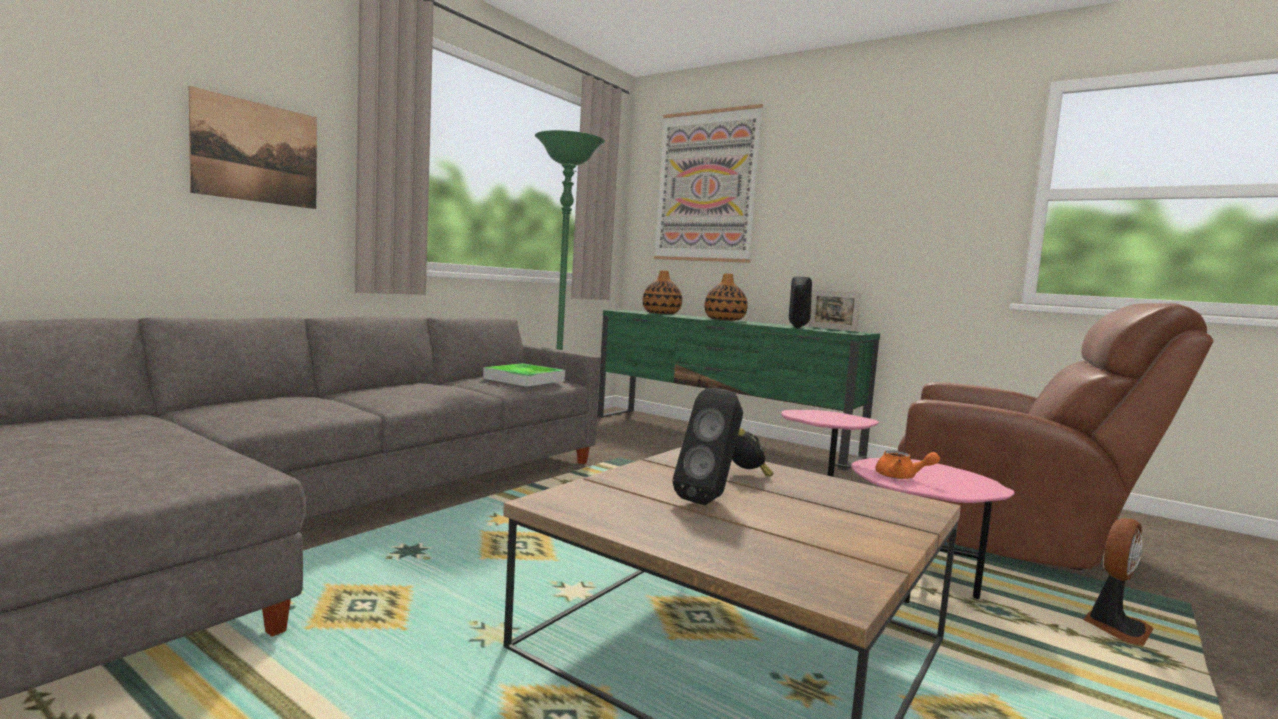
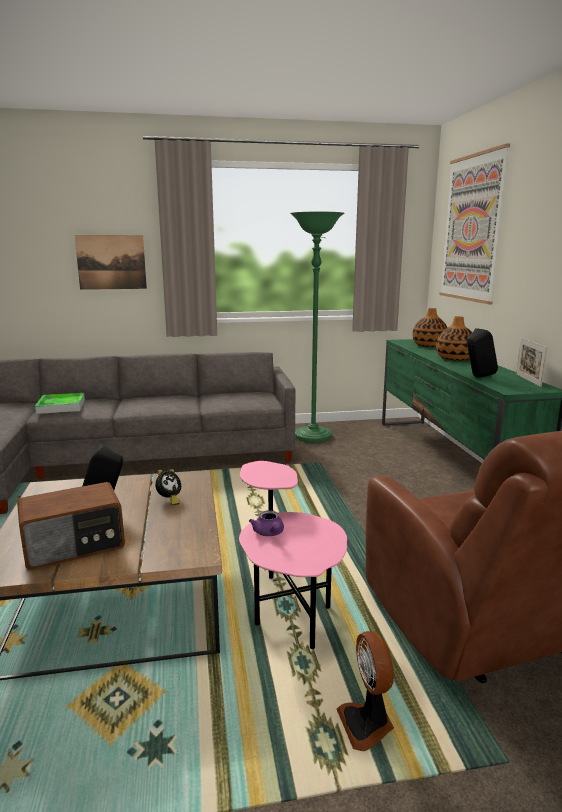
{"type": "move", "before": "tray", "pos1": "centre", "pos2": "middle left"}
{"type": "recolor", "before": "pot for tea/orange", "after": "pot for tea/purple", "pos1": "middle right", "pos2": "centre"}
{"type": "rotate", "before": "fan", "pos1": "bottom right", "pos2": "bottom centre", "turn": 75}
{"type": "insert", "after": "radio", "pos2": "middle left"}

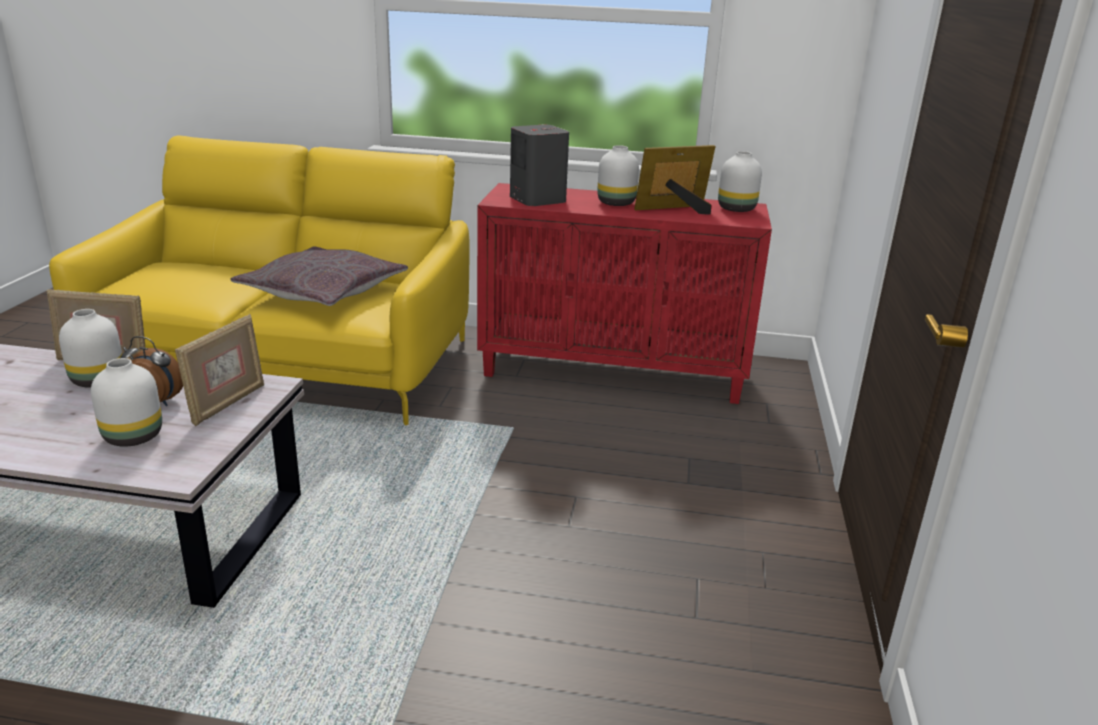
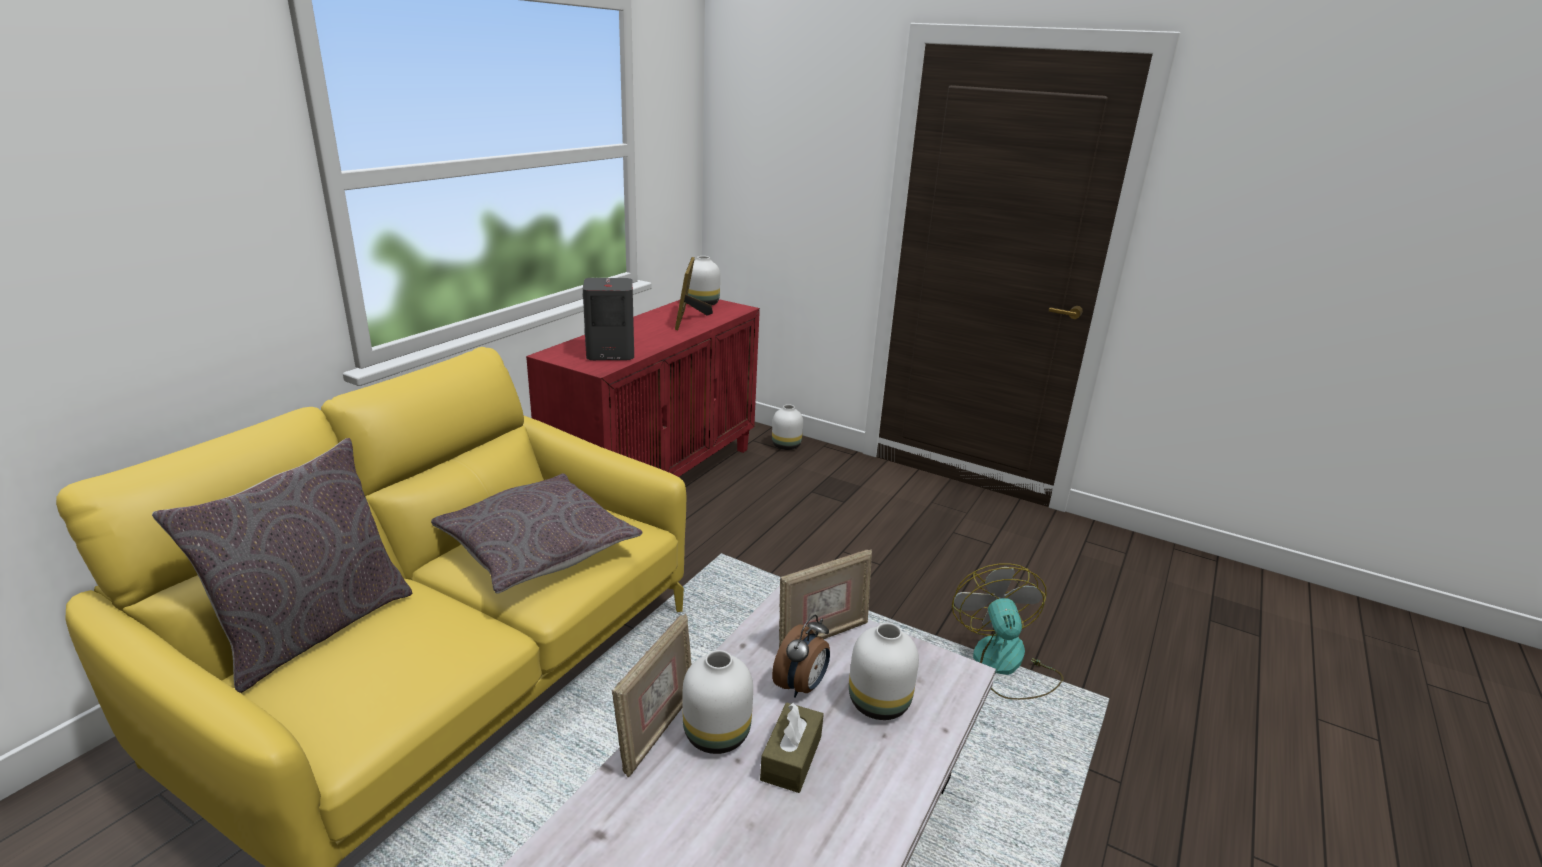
{"type": "rotate", "before": "picture frame (2nd from left in the first image)", "pos1": "middle left", "pos2": "bottom centre", "turn": 105}
{"type": "move", "before": "flower vase/white-coloured (3rd from left)", "pos1": "top centre", "pos2": "centre"}
{"type": "insert", "after": "cushion/grey (1st from left)", "pos2": "middle left"}
{"type": "insert", "after": "tissue holder/brown", "pos2": "bottom centre"}
{"type": "insert", "after": "fan", "pos2": "bottom centre"}

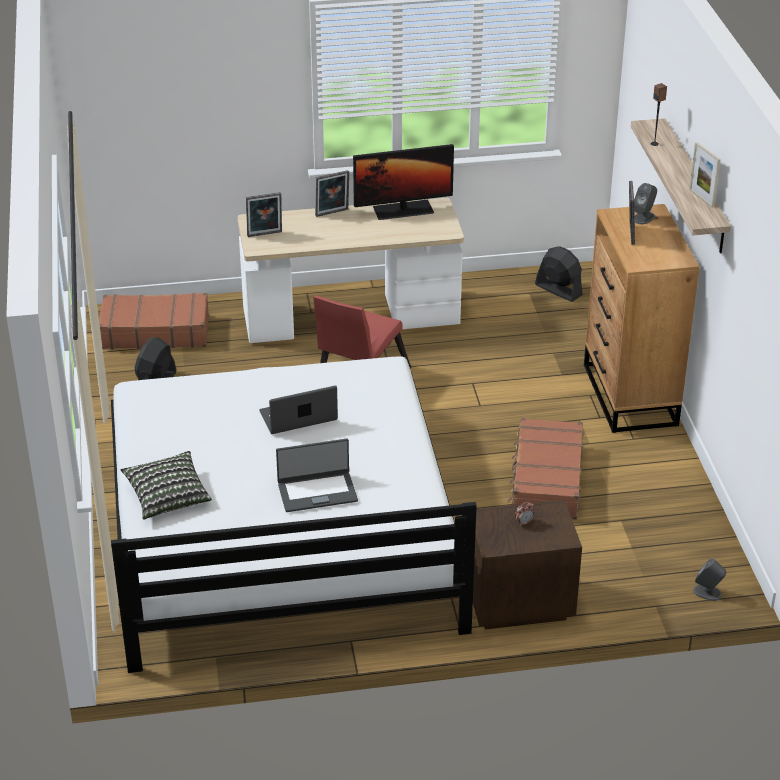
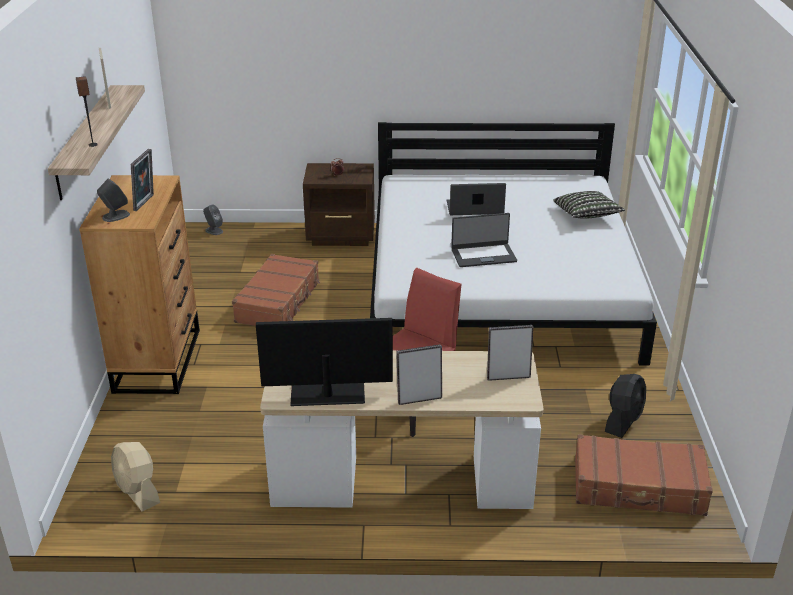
{"type": "recolor", "before": "fan/blackish (2nd from left)", "after": "fan/beige", "pos1": "middle right", "pos2": "bottom left"}

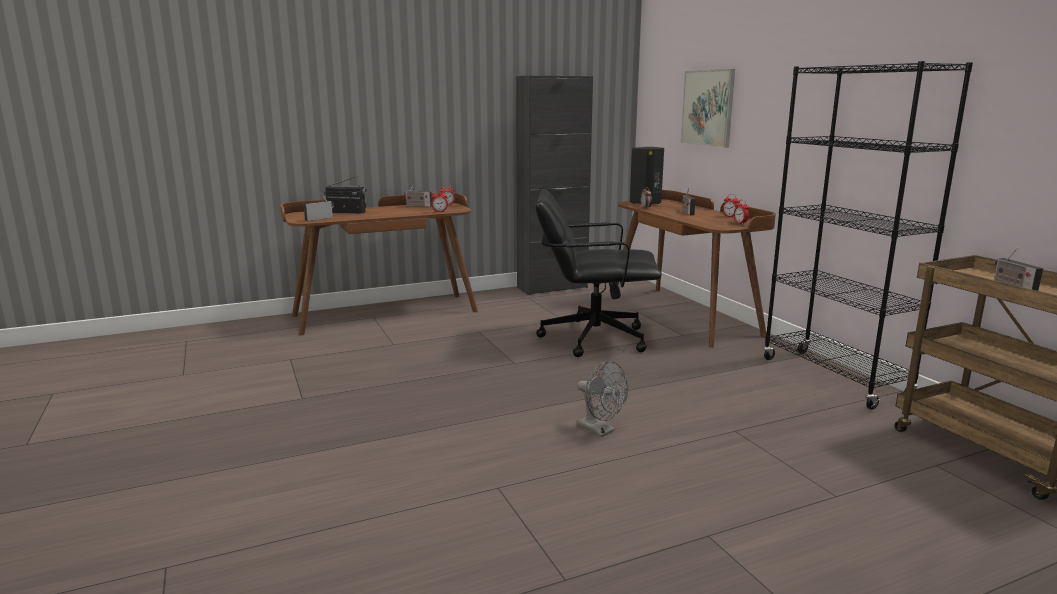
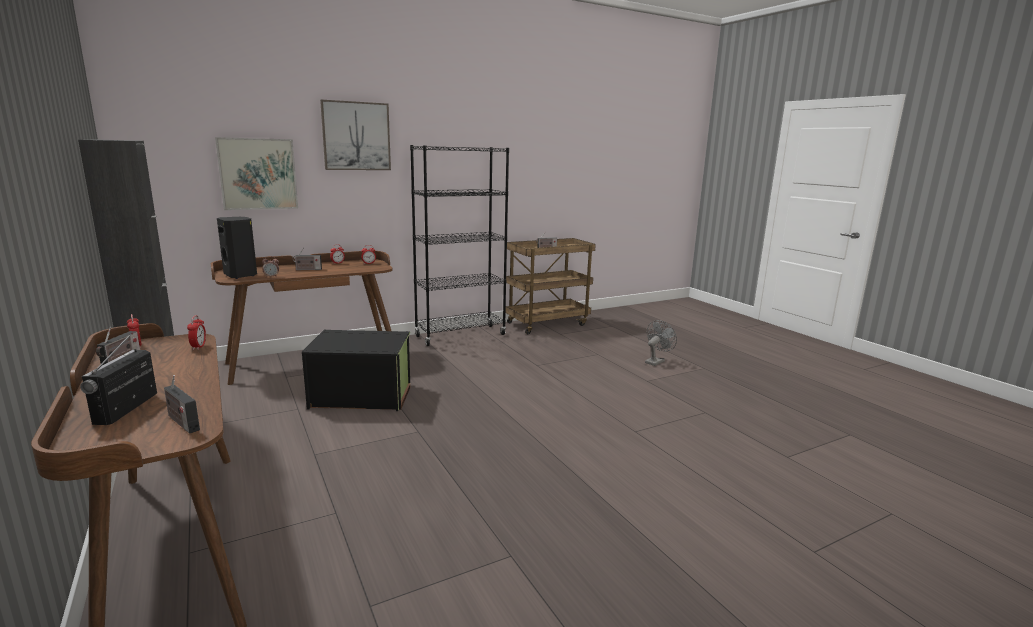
{"type": "replace", "before": "desk chair/blackish", "after": "storage box/blackish", "pos1": "centre", "pos2": "centre"}
{"type": "move", "before": "fan/grey", "pos1": "bottom centre", "pos2": "centre"}
{"type": "insert", "after": "picture (2nd from left)", "pos2": "top centre"}

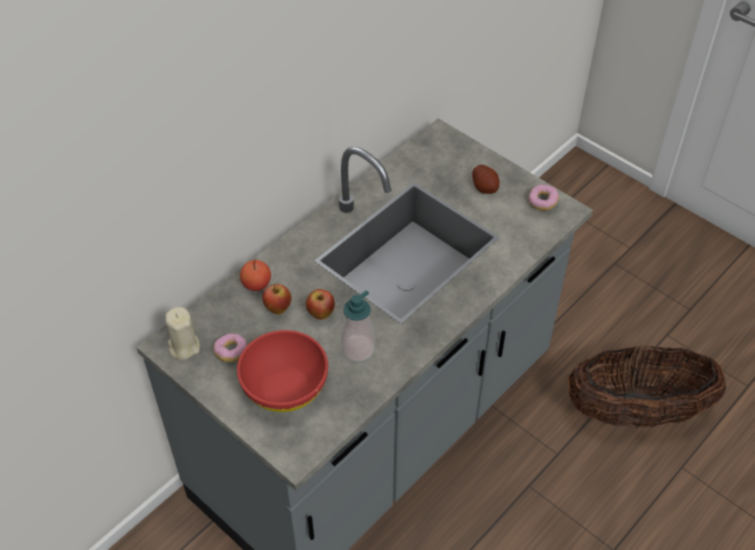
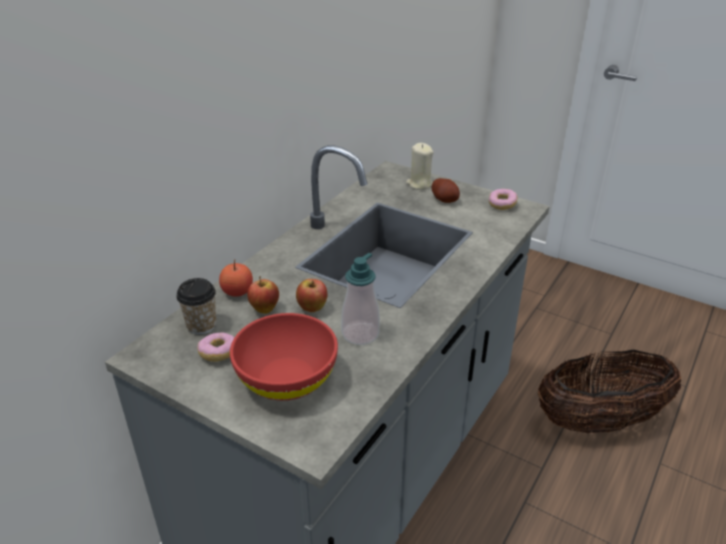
{"type": "move", "before": "wax candle/beige", "pos1": "middle left", "pos2": "top centre"}
{"type": "insert", "after": "drinking cup", "pos2": "middle left"}

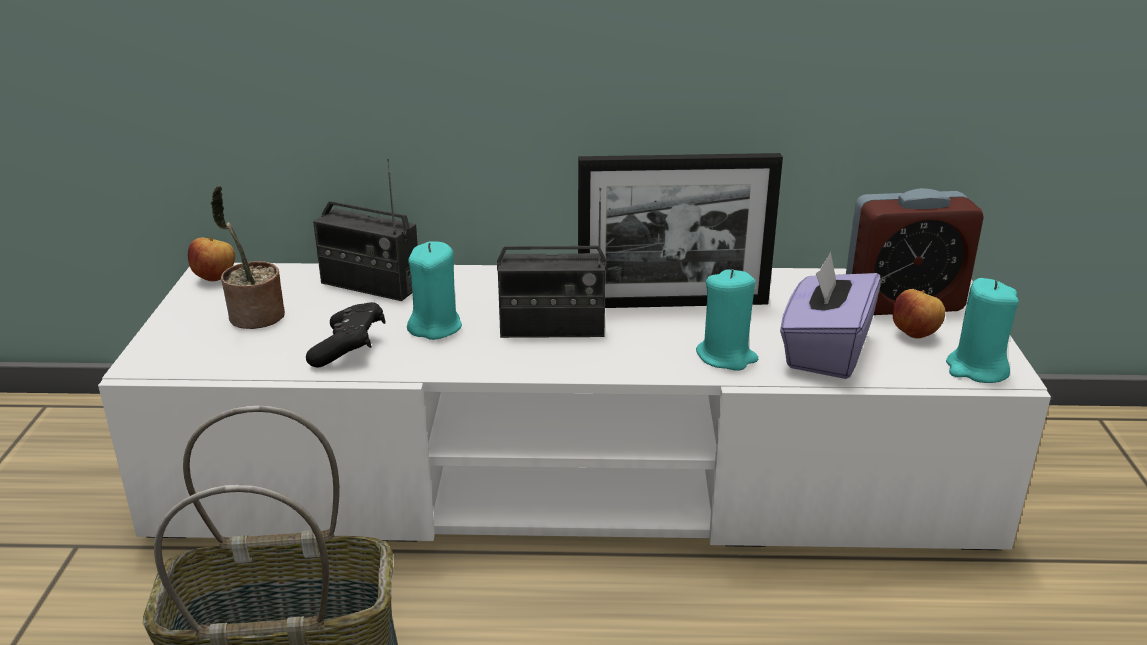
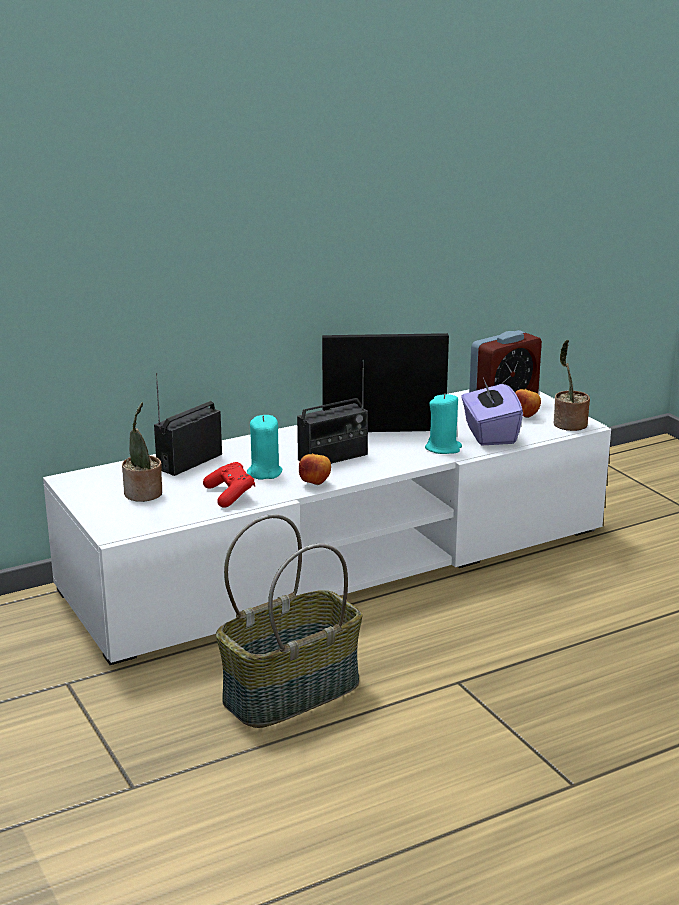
{"type": "move", "before": "apple (1st from left)", "pos1": "middle left", "pos2": "centre"}
{"type": "recolor", "before": "gamepad/blackish", "after": "gamepad/red-coloured", "pos1": "middle left", "pos2": "centre"}
{"type": "rotate", "before": "radio (1st from left)", "pos1": "middle left", "pos2": "middle left", "turn": 135}
{"type": "rotate", "before": "picture frame", "pos1": "centre", "pos2": "centre", "turn": -150}
{"type": "replace", "before": "wax candle/blue-green (3rd from left)", "after": "potted plant (2nd from left)", "pos1": "middle right", "pos2": "middle right"}

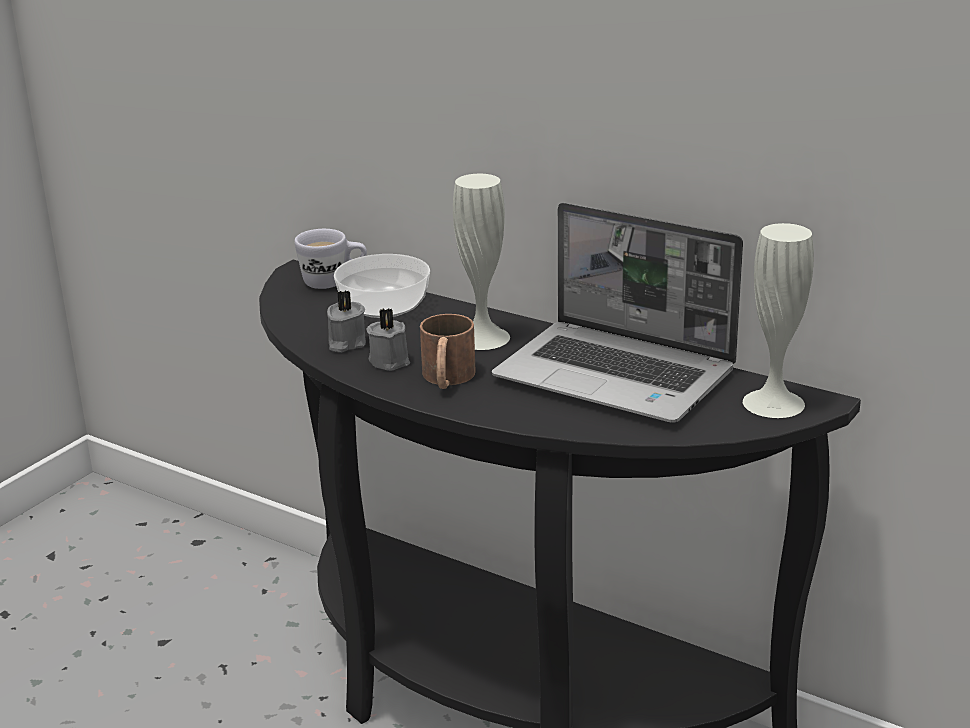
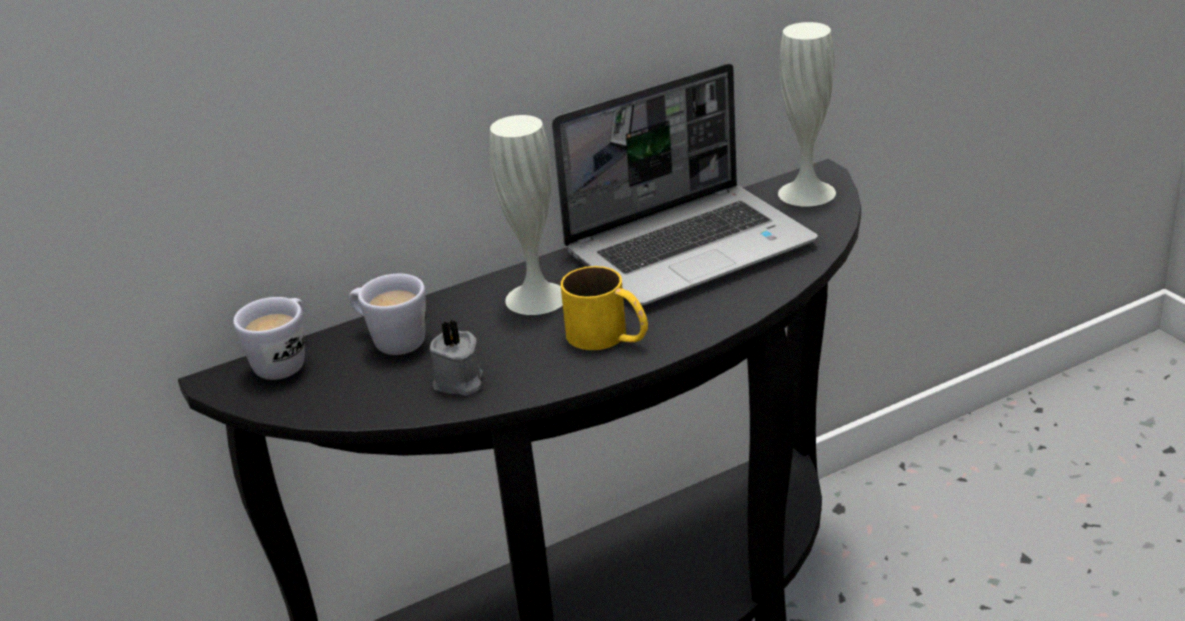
{"type": "replace", "before": "serving bowl", "after": "coffee mug/white-coloured (2nd from left)", "pos1": "centre", "pos2": "middle left"}
{"type": "delete", "before": "wax candle/grey (2nd from left)", "pos1": "centre"}
{"type": "recolor", "before": "coffee mug/brown", "after": "coffee mug/yellow-coloured", "pos1": "centre", "pos2": "centre"}

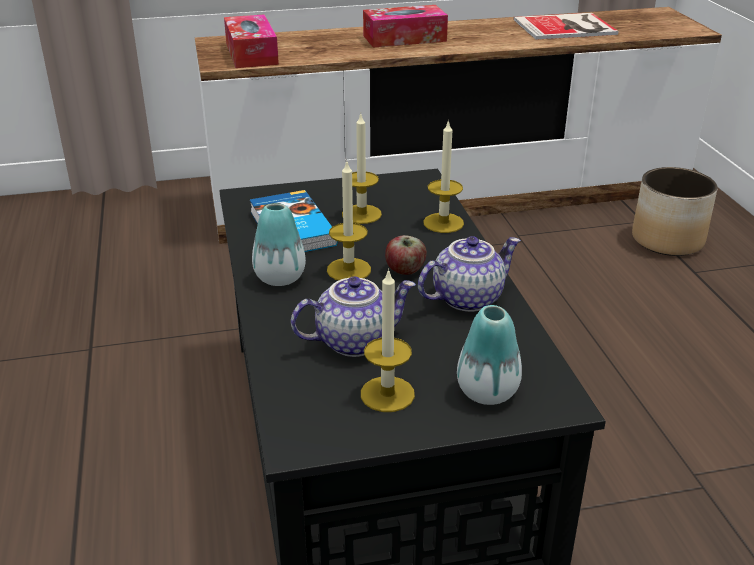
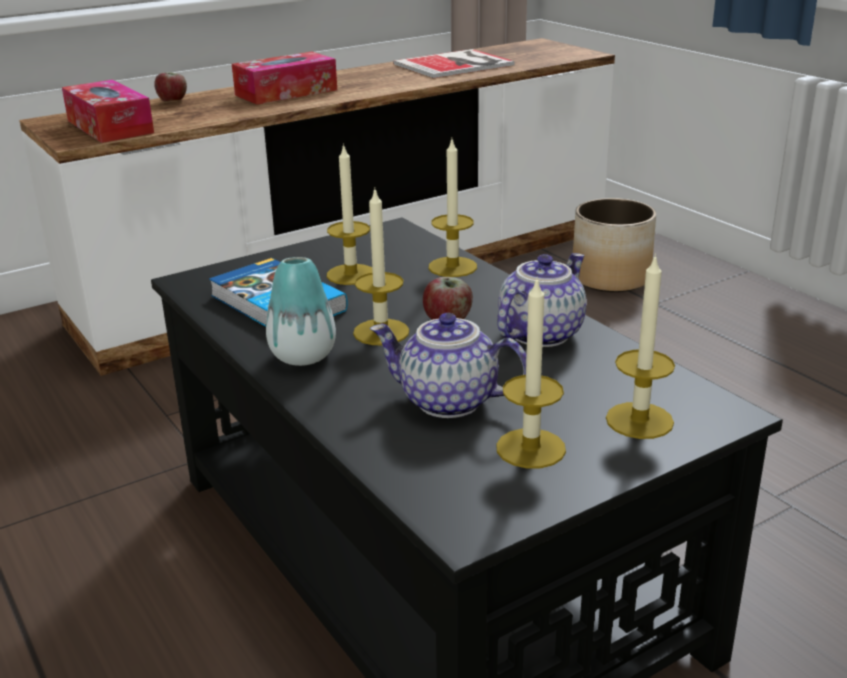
{"type": "rotate", "before": "pot for tea (1st from left)", "pos1": "centre", "pos2": "centre", "turn": -120}
{"type": "replace", "before": "flower vase (2nd from left)", "after": "wax candle (5th from left)", "pos1": "centre", "pos2": "middle right"}
{"type": "insert", "after": "apple (1st from left)", "pos2": "top left"}

